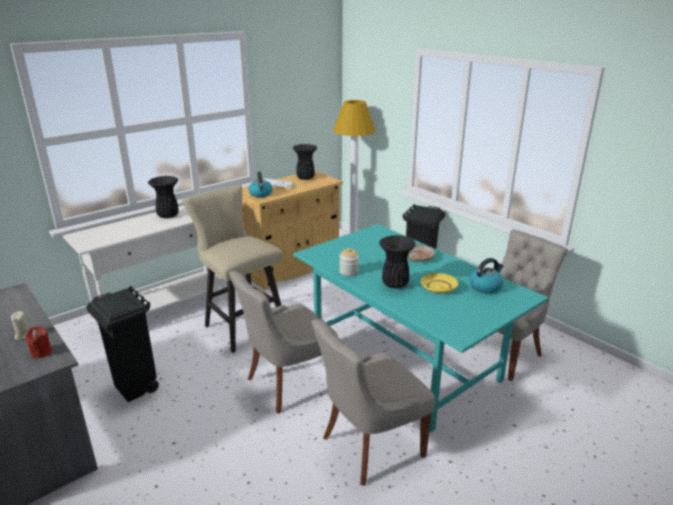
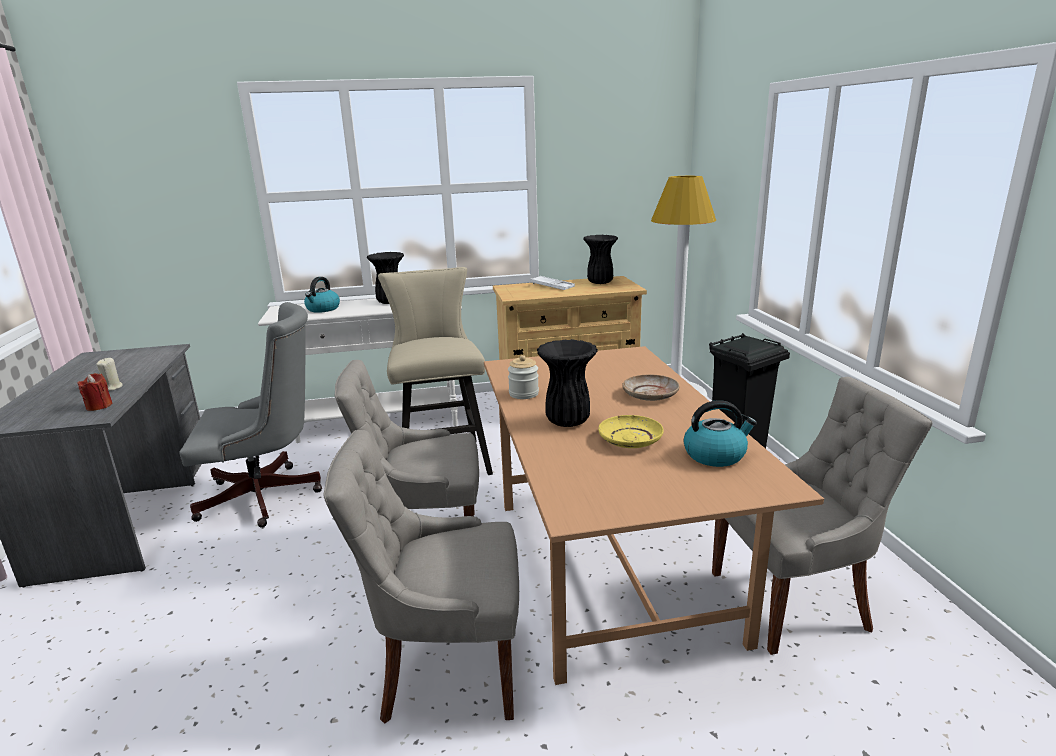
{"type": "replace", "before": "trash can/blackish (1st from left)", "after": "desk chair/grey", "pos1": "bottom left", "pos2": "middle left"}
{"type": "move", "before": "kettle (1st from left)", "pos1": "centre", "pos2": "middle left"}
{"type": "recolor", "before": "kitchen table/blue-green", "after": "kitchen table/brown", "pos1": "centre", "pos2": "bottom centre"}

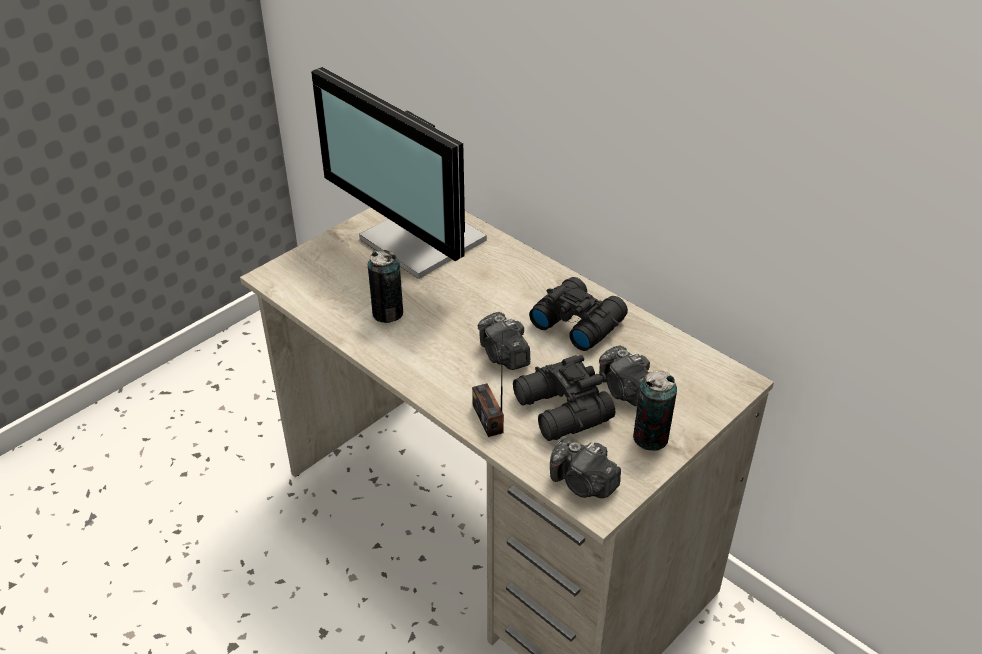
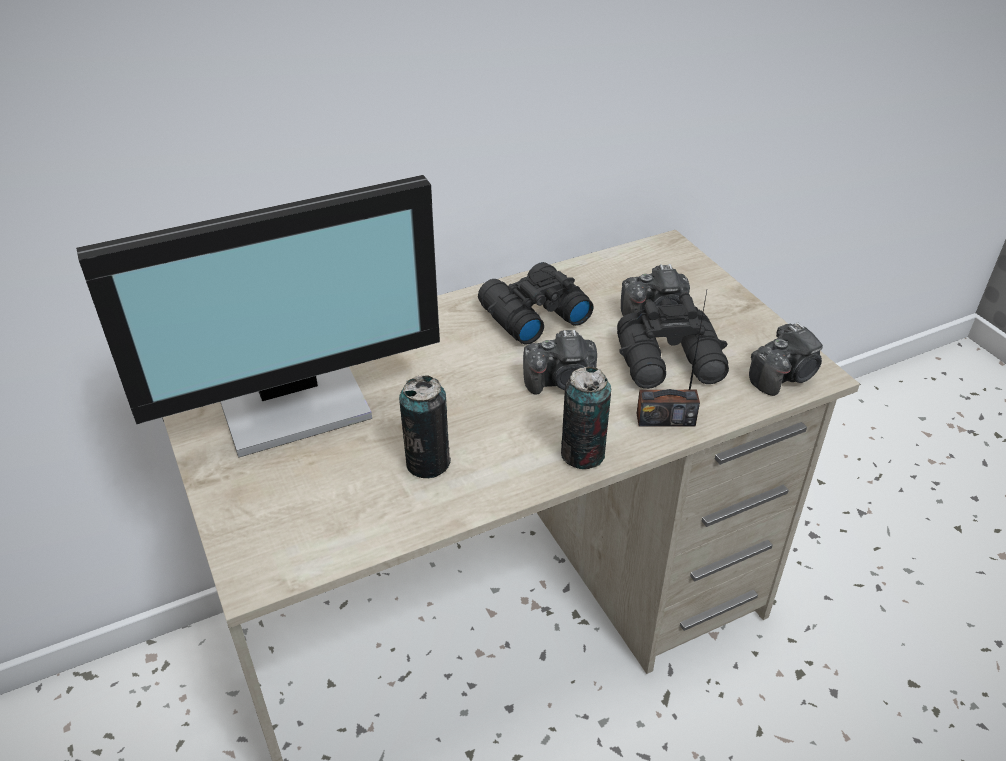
{"type": "move", "before": "can (2nd from left)", "pos1": "middle right", "pos2": "centre"}

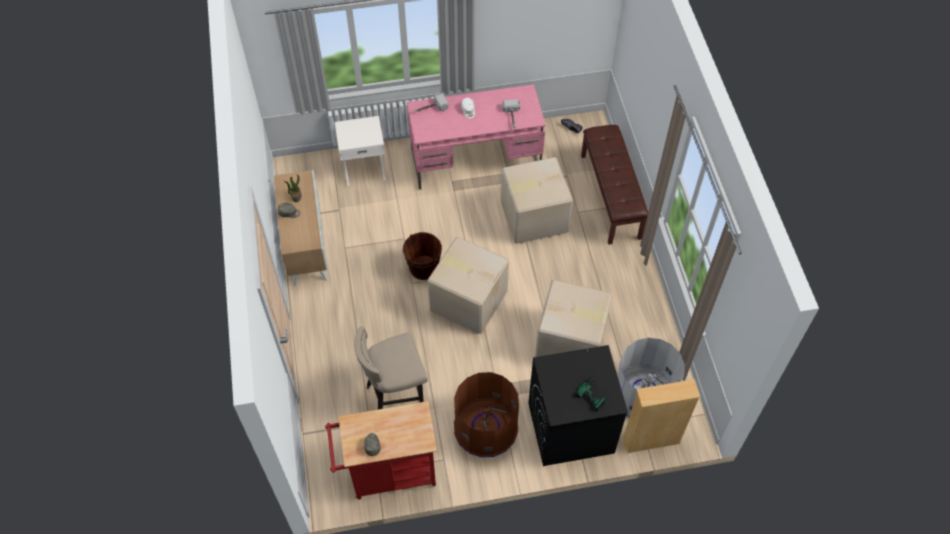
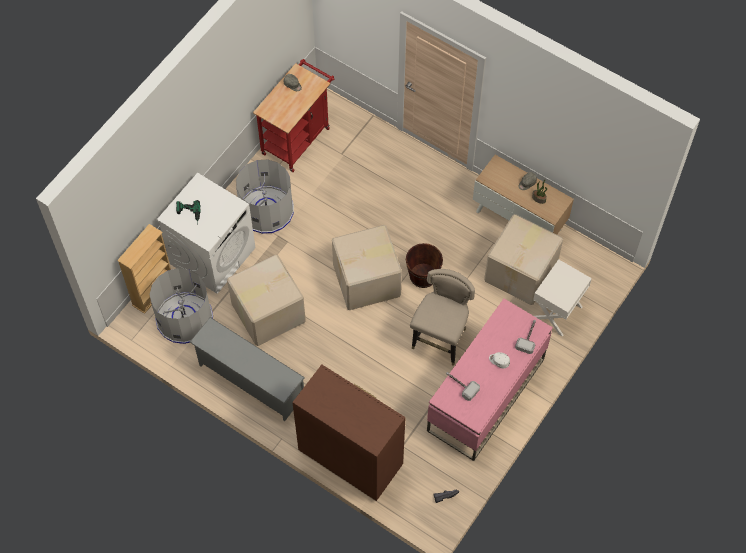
{"type": "move", "before": "stool seat/beige", "pos1": "bottom centre", "pos2": "centre"}
{"type": "recolor", "before": "trash can/brown", "after": "trash can/grey (2nd from left)", "pos1": "bottom centre", "pos2": "centre"}
{"type": "move", "before": "cardboard box (2nd from left in the first image)", "after": "cardboard box (3rd from left)", "pos1": "centre", "pos2": "middle right"}
{"type": "recolor", "before": "laundry appliance/blackish", "after": "laundry appliance/white-coloured", "pos1": "bottom centre", "pos2": "middle left"}
{"type": "replace", "before": "bench/brown", "after": "dresser/brown", "pos1": "centre", "pos2": "bottom centre"}
{"type": "insert", "after": "shoe stand/grey", "pos2": "bottom left"}

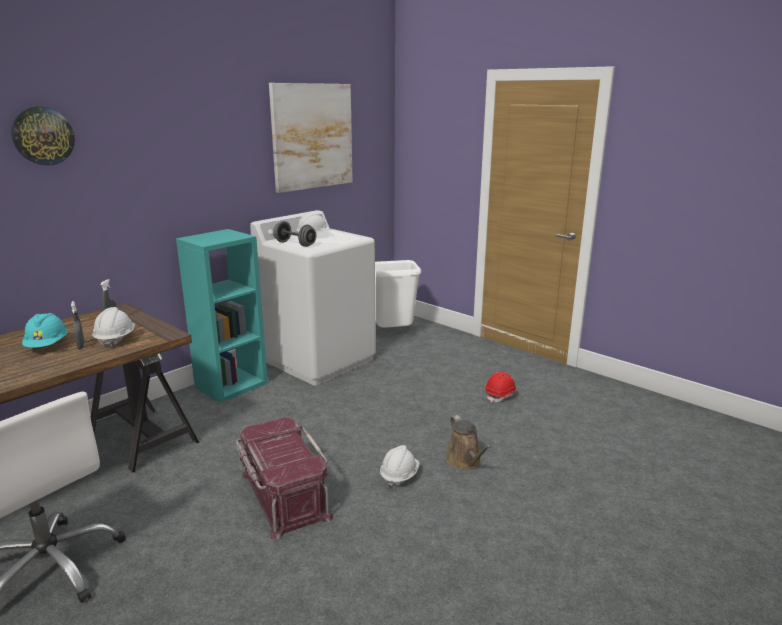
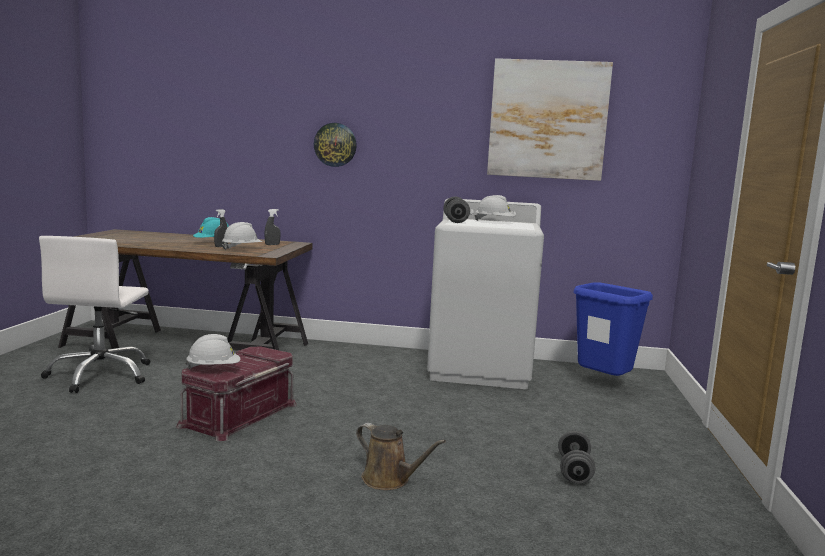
{"type": "move", "before": "wall clock", "pos1": "top left", "pos2": "top centre"}
{"type": "delete", "before": "bookcase/blue-green", "pos1": "middle left"}
{"type": "recolor", "before": "trash can/white-coloured", "after": "trash can/blue-coloured", "pos1": "centre", "pos2": "middle right"}
{"type": "move", "before": "safety helmet/white-coloured (3rd from left in the first image)", "after": "safety helmet/white-coloured (1st from left)", "pos1": "bottom centre", "pos2": "middle left"}
{"type": "rotate", "before": "sprinkling can/brown", "pos1": "bottom centre", "pos2": "bottom centre", "turn": -90}
{"type": "replace", "before": "safety helmet/red-coloured", "after": "hand weight/grey (2nd from left)", "pos1": "centre", "pos2": "bottom right"}

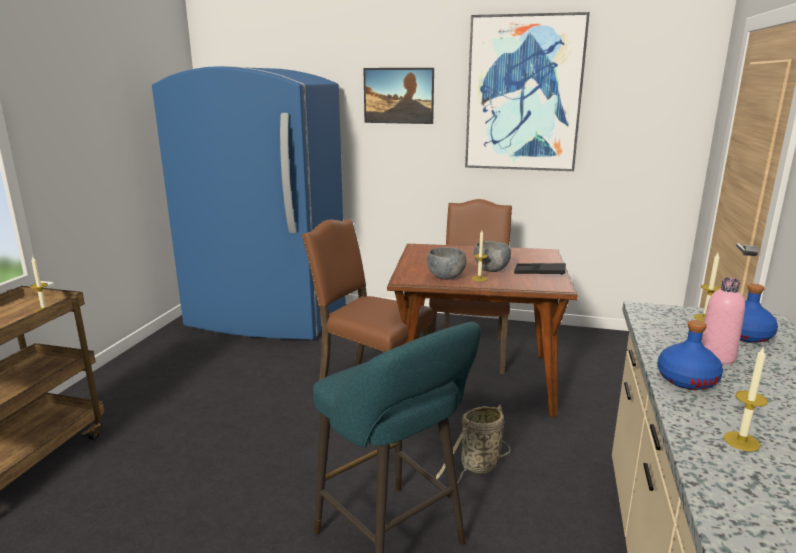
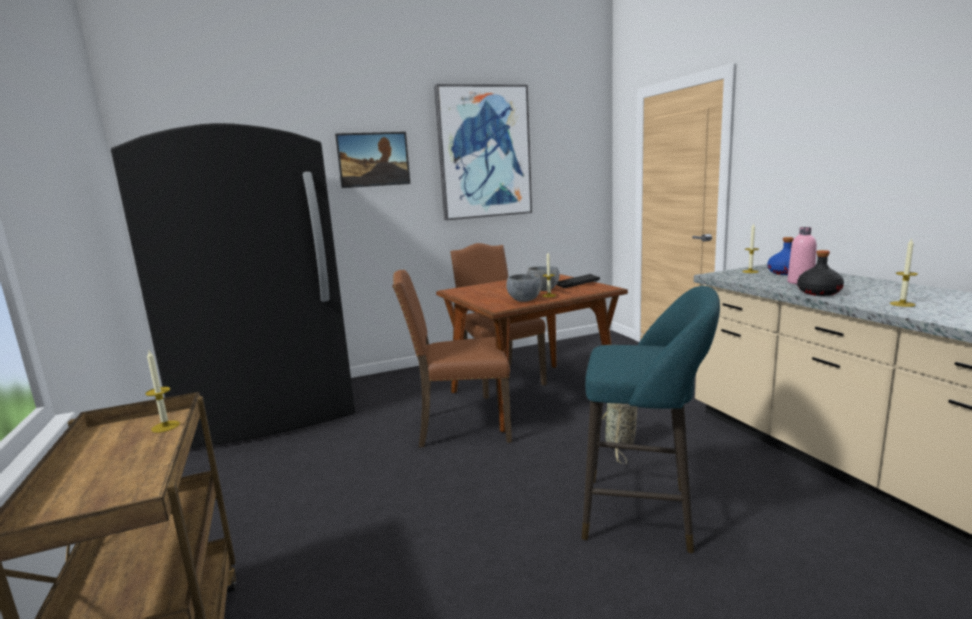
{"type": "recolor", "before": "fridge/blue-coloured", "after": "fridge/blackish", "pos1": "middle left", "pos2": "middle left"}
{"type": "recolor", "before": "drink bottle/blue-coloured (1st from left)", "after": "drink bottle/blackish", "pos1": "middle right", "pos2": "middle right"}

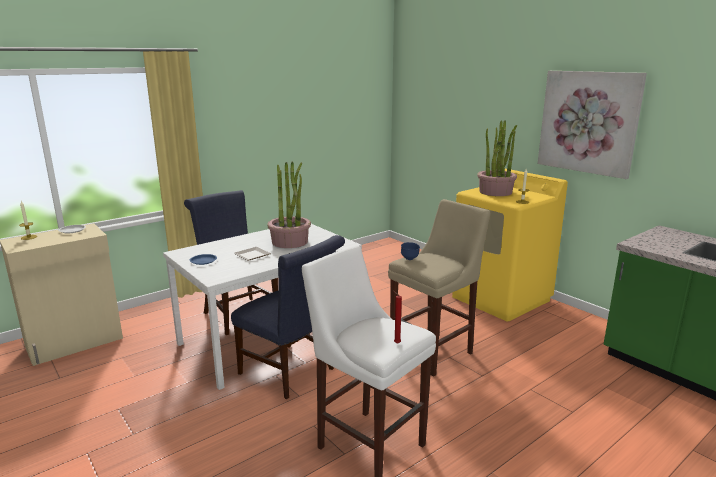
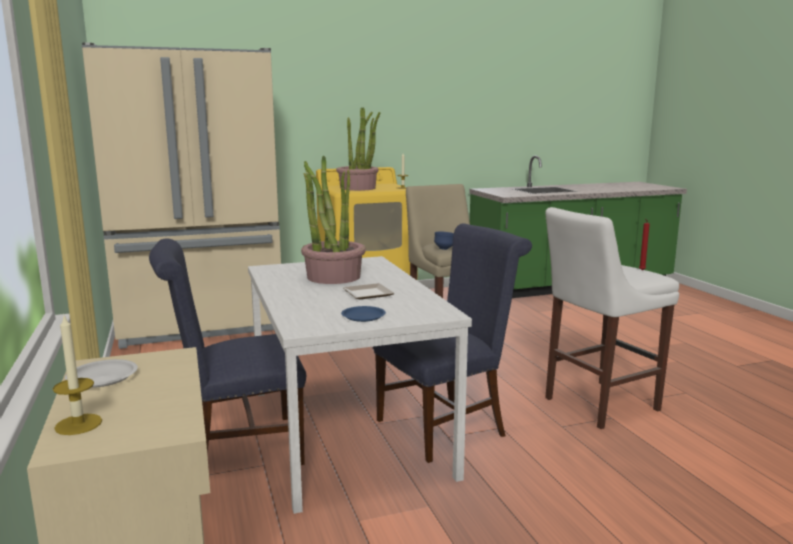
{"type": "delete", "before": "picture", "pos1": "top right"}
{"type": "insert", "after": "fridge/beige", "pos2": "middle left"}

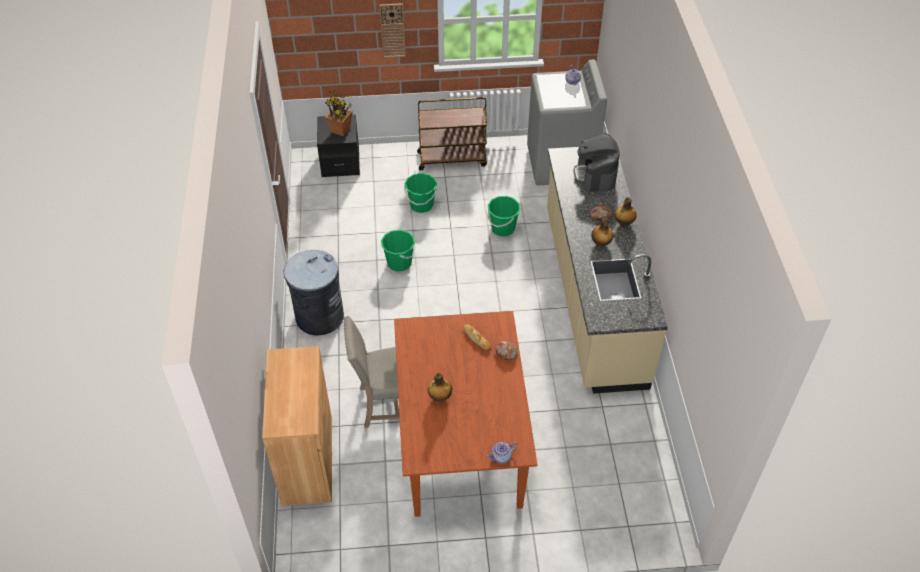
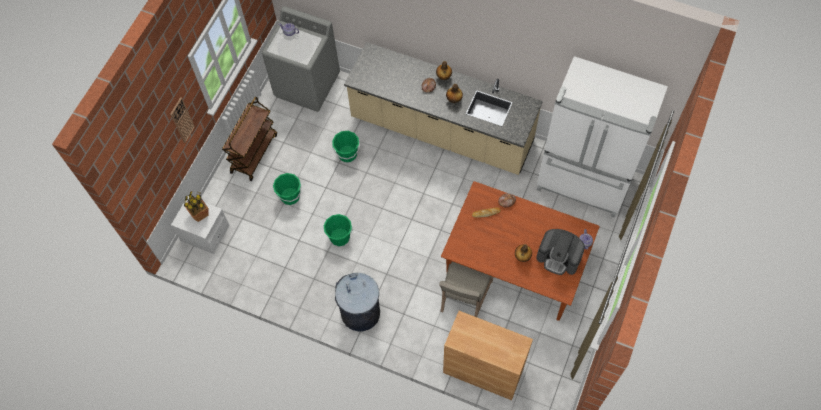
{"type": "recolor", "before": "bedside table/blackish", "after": "bedside table/white-coloured", "pos1": "top centre", "pos2": "middle left"}
{"type": "move", "before": "coffee brewer", "pos1": "top centre", "pos2": "middle right"}
{"type": "insert", "after": "fridge/white-coloured", "pos2": "top right"}

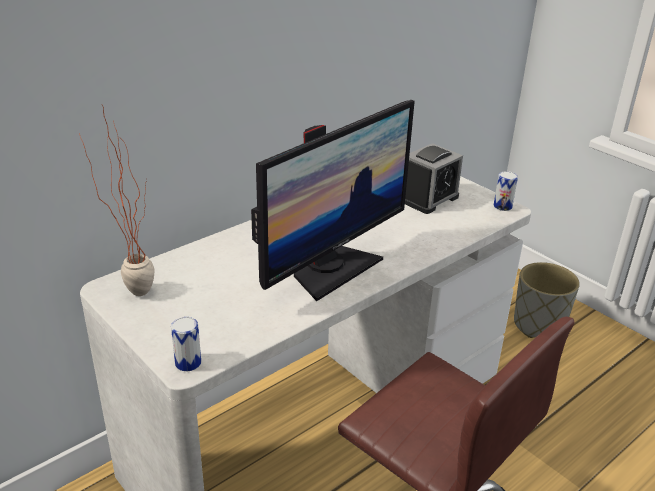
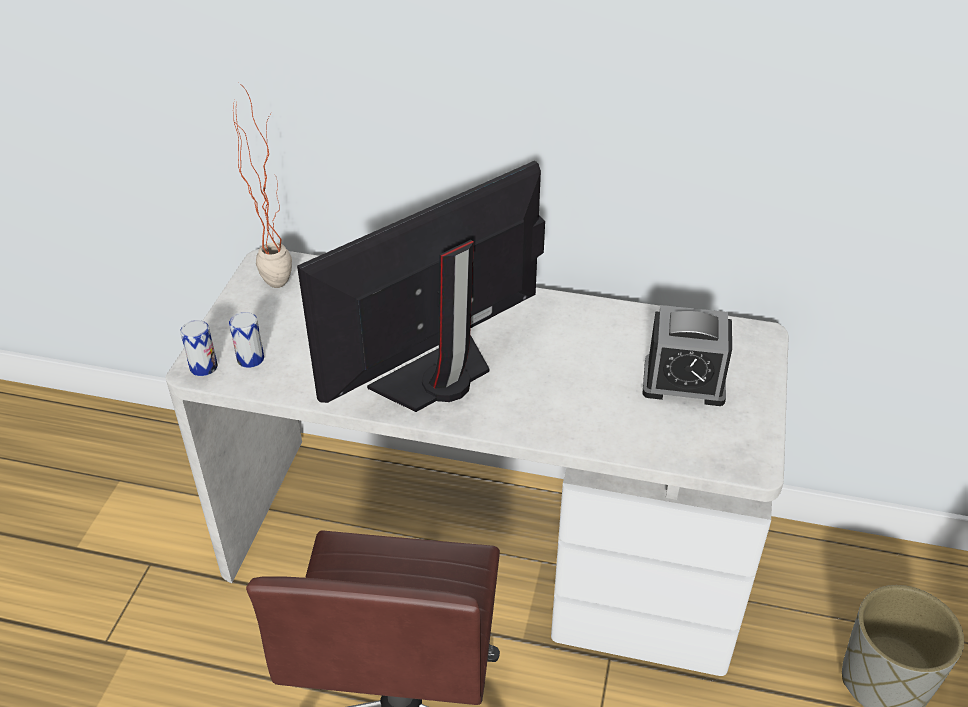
{"type": "rotate", "before": "computer screen", "pos1": "centre", "pos2": "centre", "turn": 135}
{"type": "move", "before": "can (2nd from left)", "pos1": "middle right", "pos2": "middle left"}

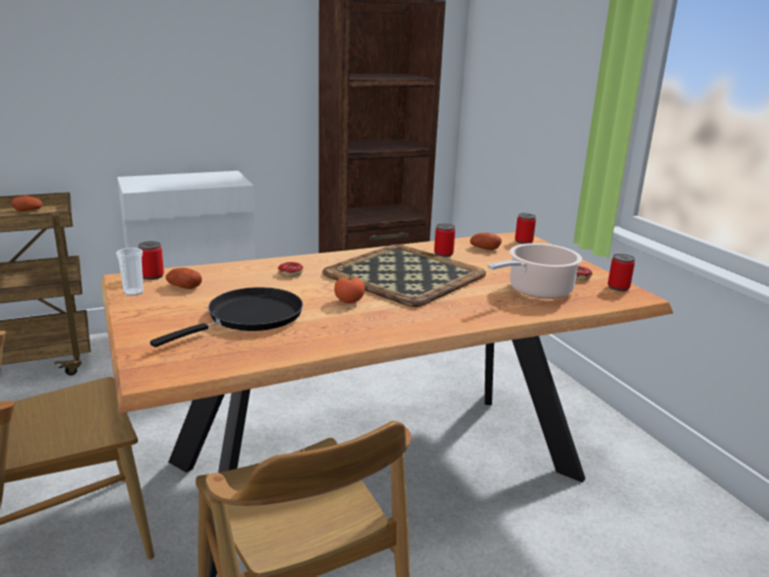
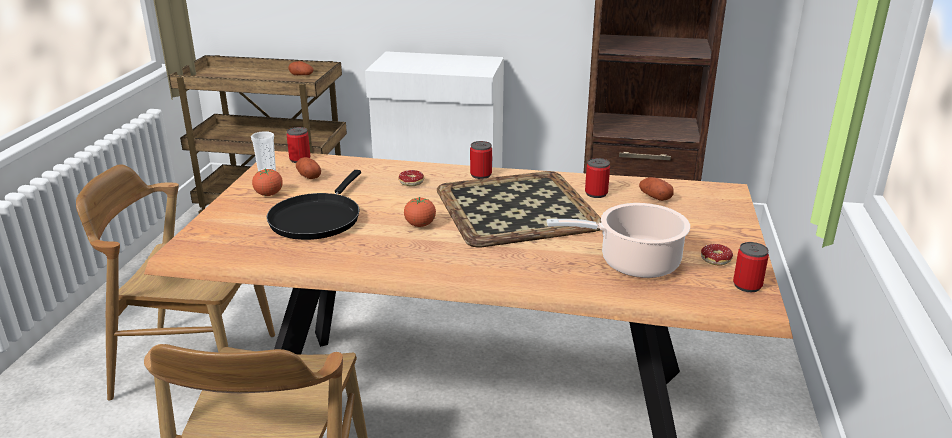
{"type": "rotate", "before": "frying pan/blackish", "pos1": "middle left", "pos2": "middle left", "turn": 120}
{"type": "move", "before": "can (3rd from left in the first image)", "after": "can (2nd from left)", "pos1": "middle right", "pos2": "centre"}
{"type": "insert", "after": "whole tomato (1st from left)", "pos2": "middle left"}

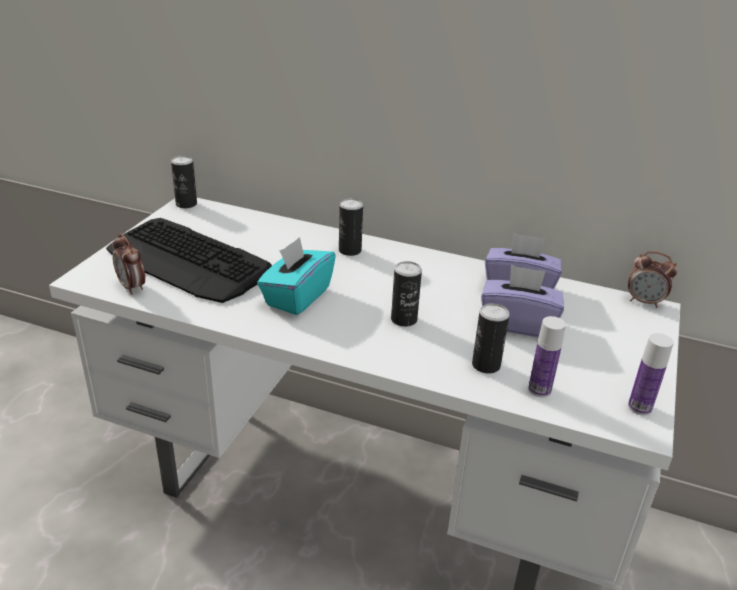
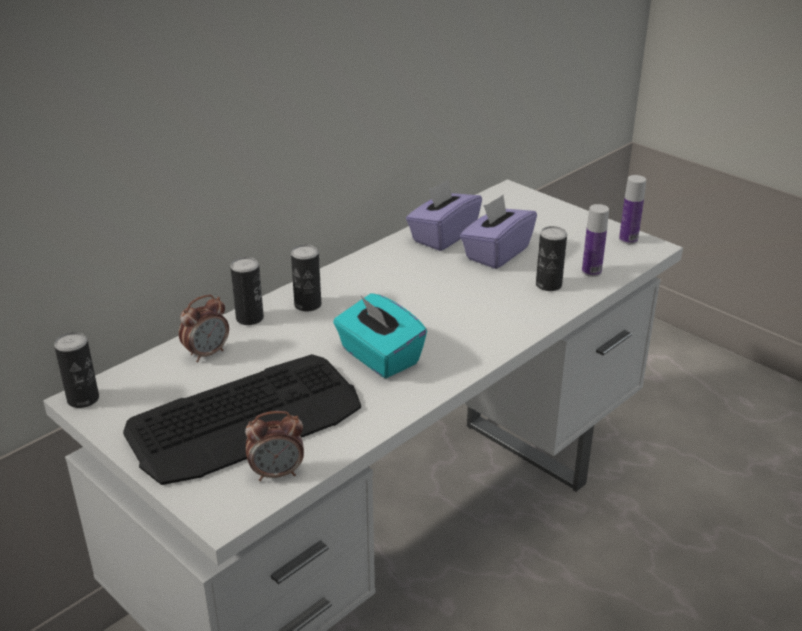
{"type": "move", "before": "can (3rd from left in the first image)", "after": "can (2nd from left)", "pos1": "centre", "pos2": "middle left"}
{"type": "move", "before": "alarm clock (2nd from left in the first image)", "after": "alarm clock (1st from left)", "pos1": "middle right", "pos2": "middle left"}

